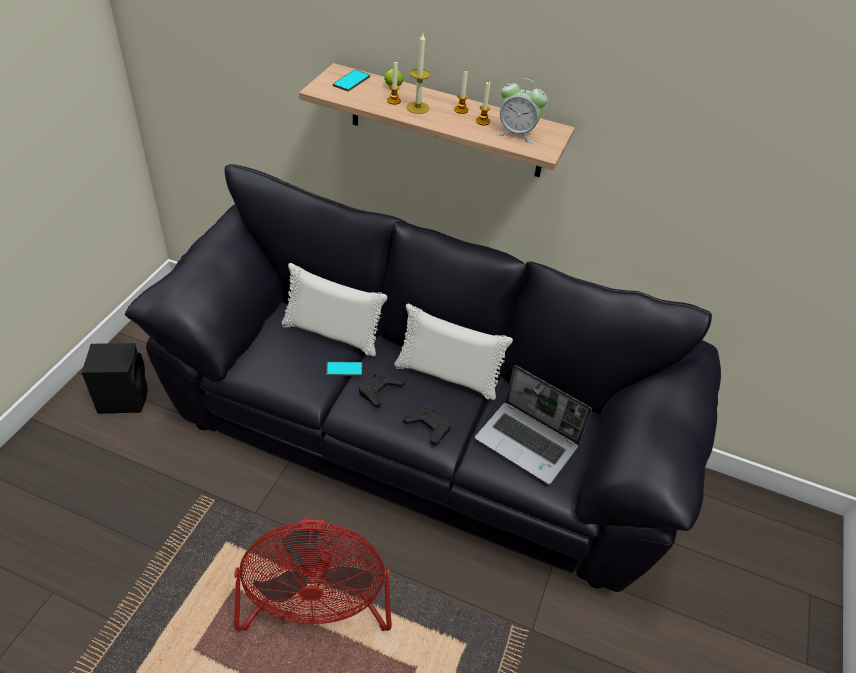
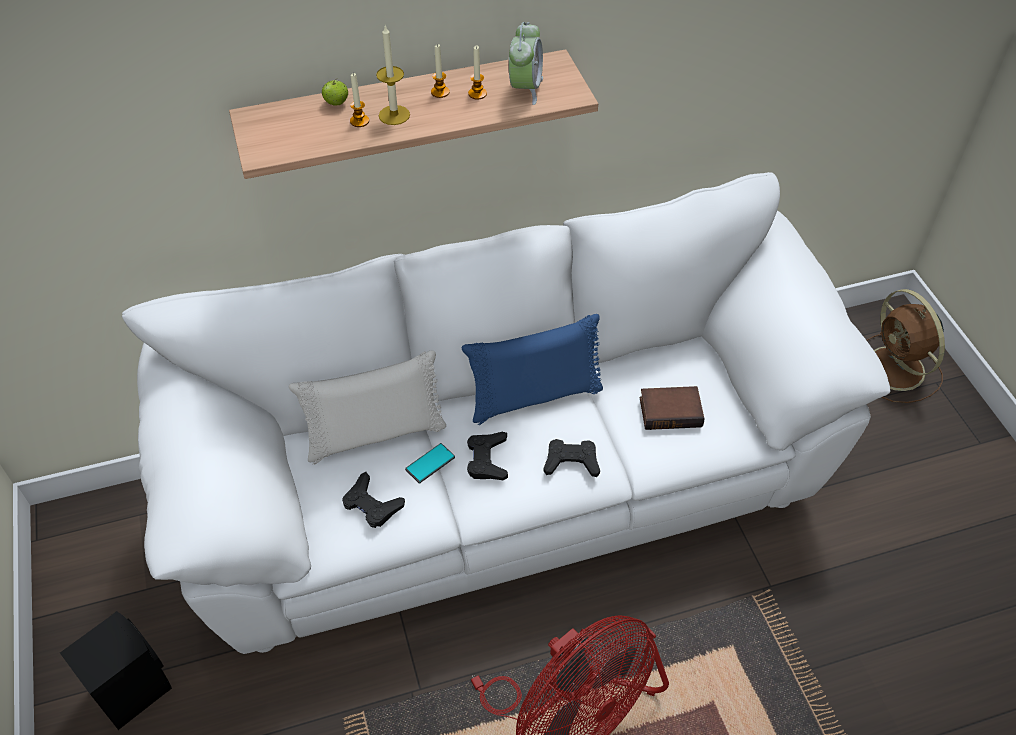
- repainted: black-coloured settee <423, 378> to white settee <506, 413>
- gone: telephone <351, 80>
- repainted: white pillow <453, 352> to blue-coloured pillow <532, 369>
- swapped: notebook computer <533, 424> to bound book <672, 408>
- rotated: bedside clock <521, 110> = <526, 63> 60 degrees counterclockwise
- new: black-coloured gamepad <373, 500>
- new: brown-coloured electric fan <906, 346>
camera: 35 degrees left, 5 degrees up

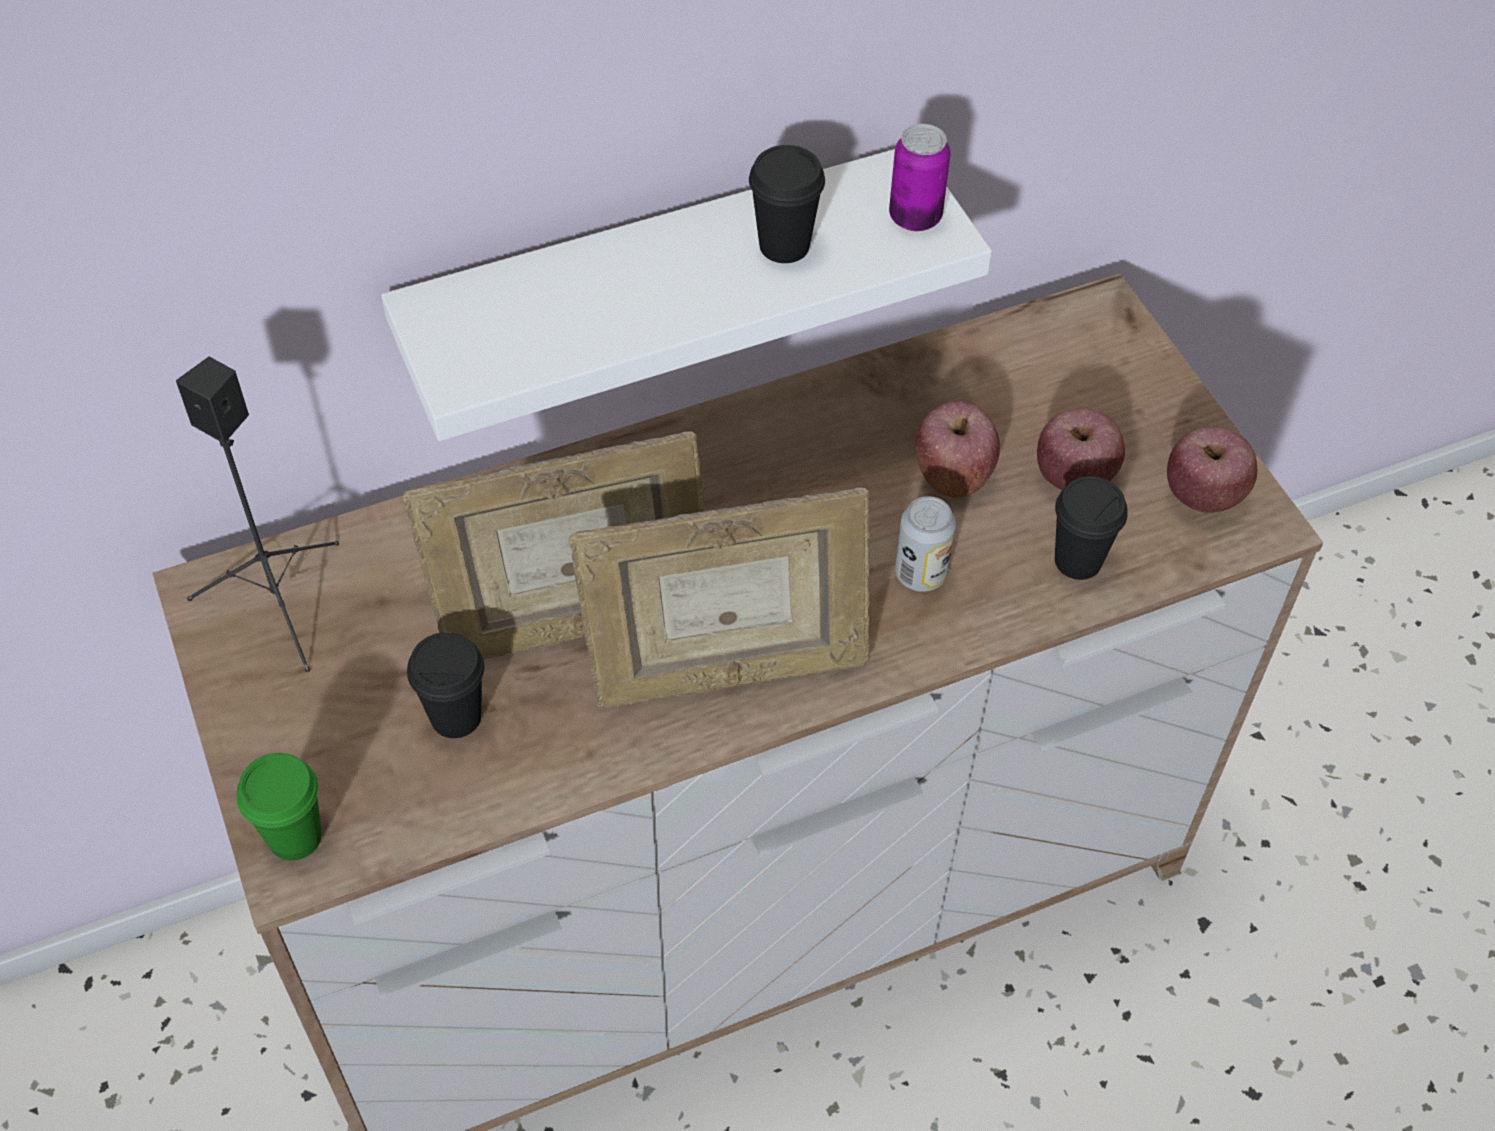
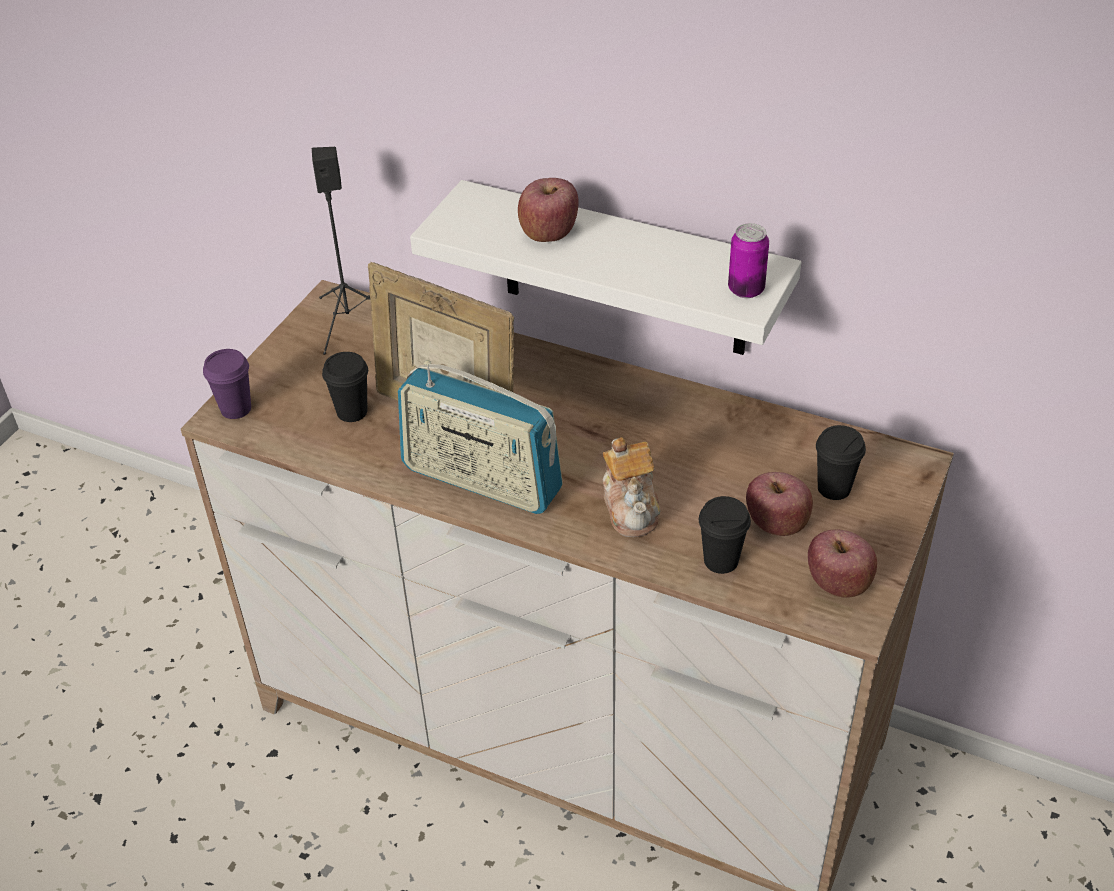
- repainted: green-coloured drinking cup <279, 807> to purplish drinking cup <227, 384>
- swapped: picture frame <719, 598> to radio <480, 437>
- shifted: black-coloured drinking cup <787, 204> to <841, 462>
- swapped: metal can <925, 544> to tea pot <631, 487>
- shifted: apple <957, 449> to <548, 210>
camera: 50 degrees right, 10 degrees down

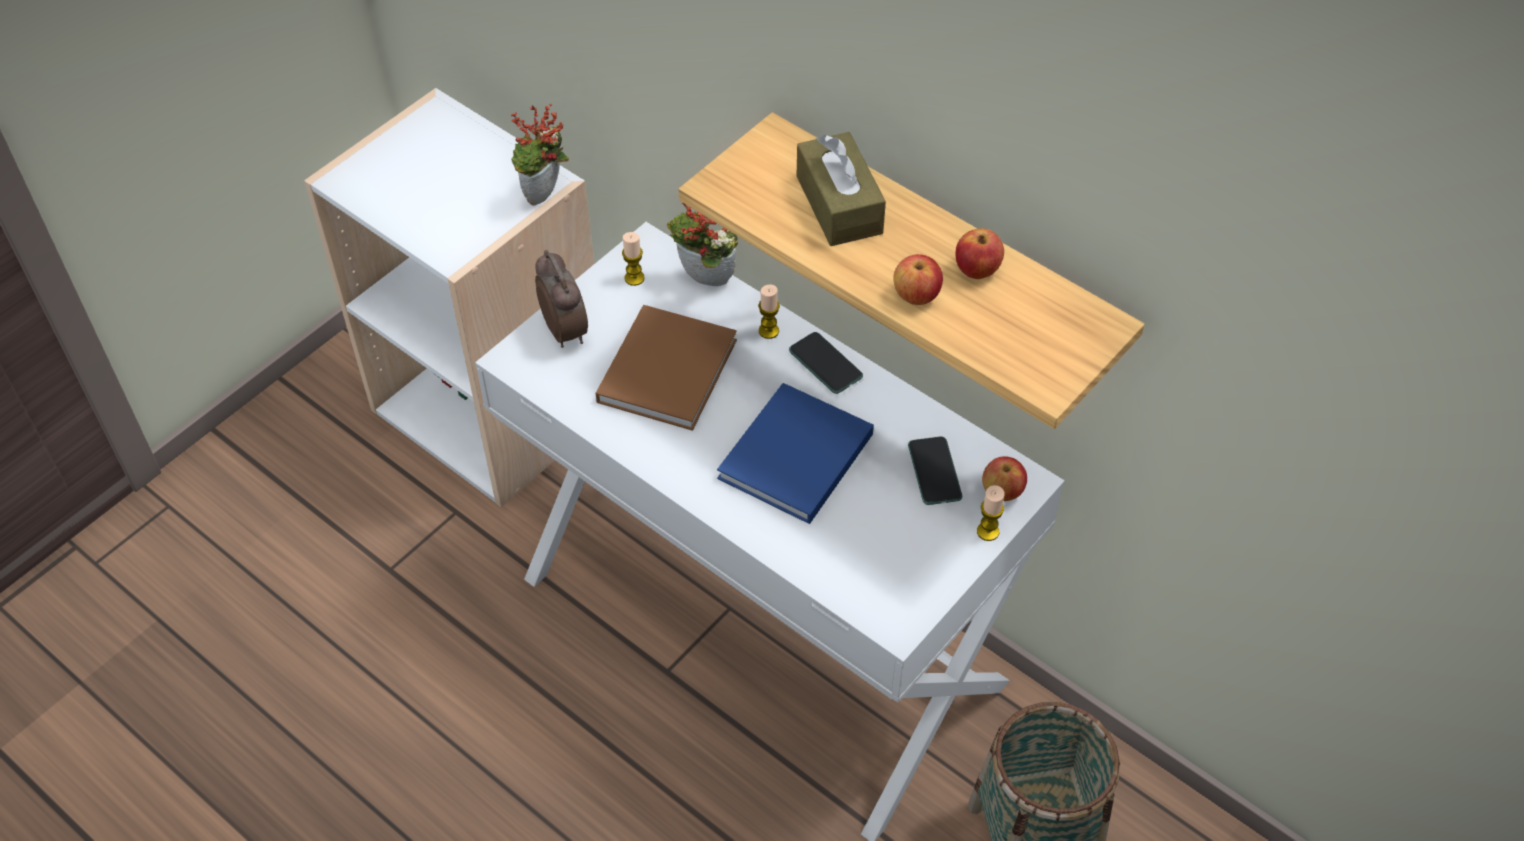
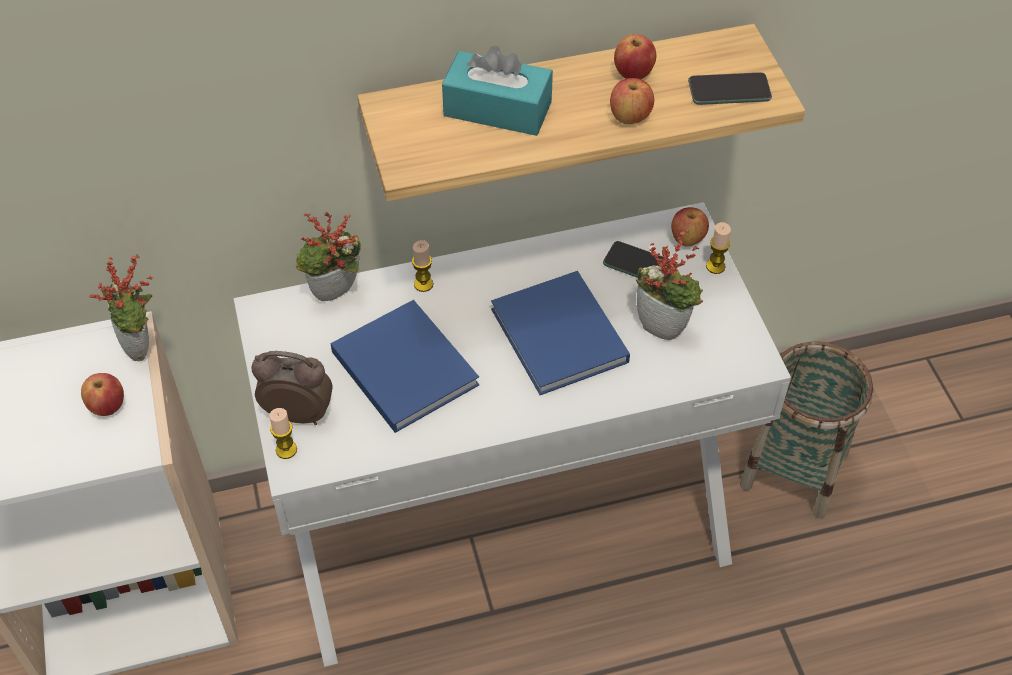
- repainted: brown-coloured bound book <666, 368> to blue-coloured bound book <404, 366>
- shifted: candle <633, 259> to <283, 433>
- shifted: telephone <826, 363> to <730, 88>
- repainted: brown-coloured tissue holder <841, 189> to blue-green tissue holder <497, 91>
- new: apple <102, 394>
- new: potted plant <669, 284>
camera: 55 degrees left, 0 degrees up

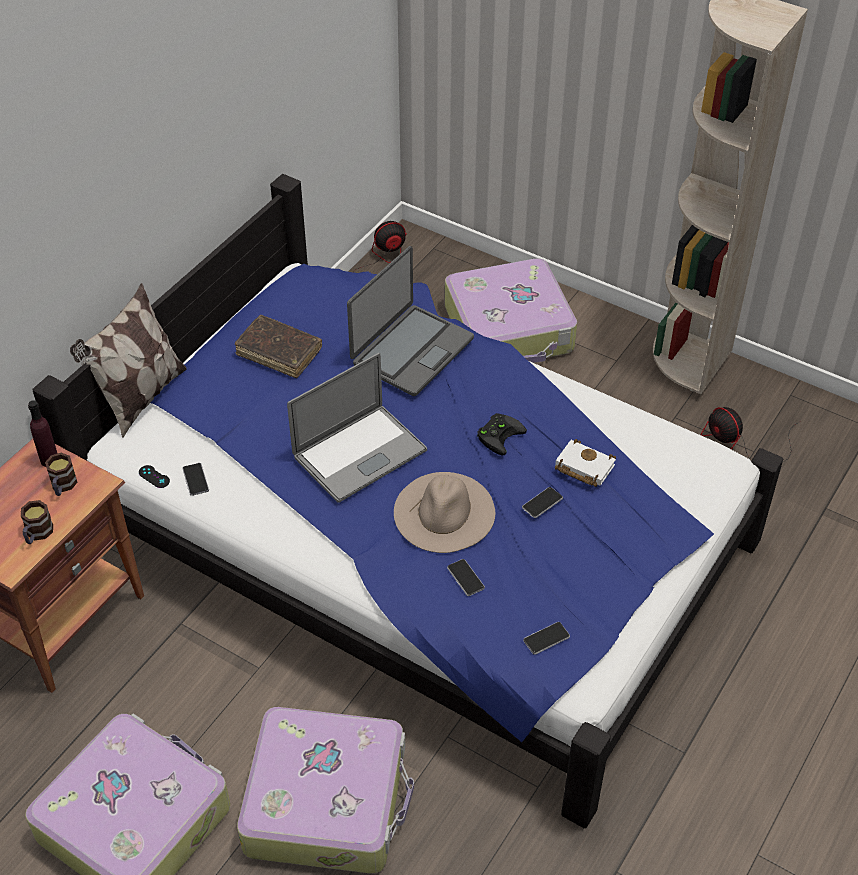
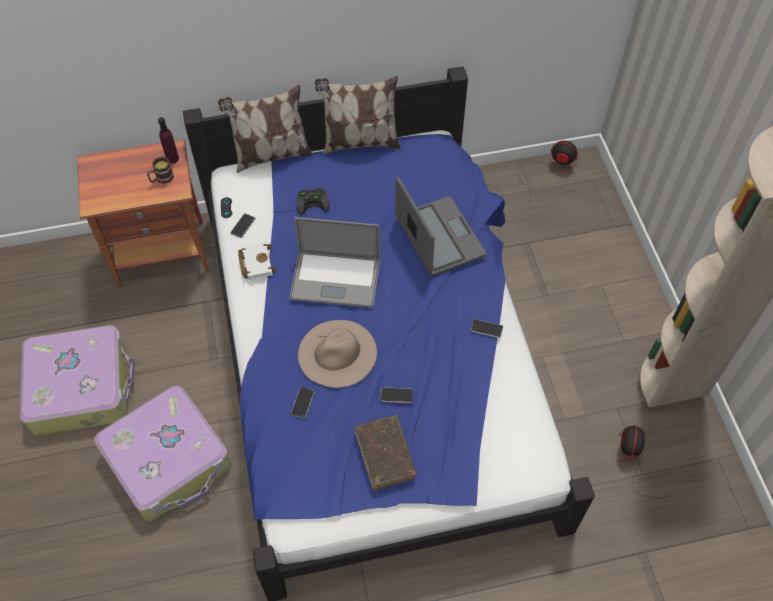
- gone: tea mug <37, 522>
- shifted: brown-coloured bound book <278, 346> to <386, 452>
- rotated: notebook computer <410, 321> = <440, 226> 105 degrees counterclockwise
- gone: travel case <511, 310>
- shifted: black-coloured gamepad <502, 434> to <313, 201>
- shifted: telephone <546, 638> to <487, 328>
- shifted: white bound book <585, 463> to <257, 261>
- new: pillow <358, 115>
camera: 45 degrees right, 10 degrees up

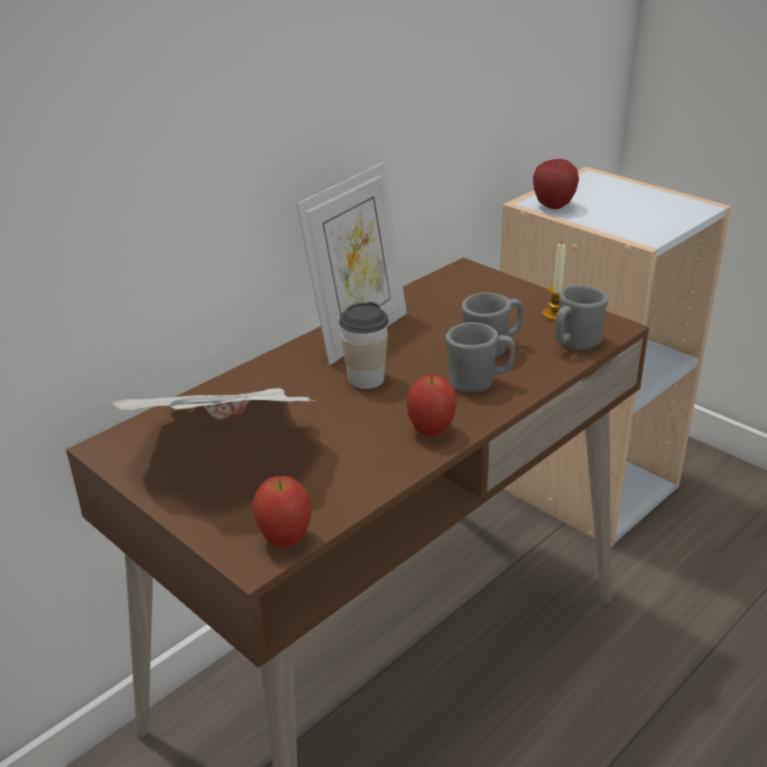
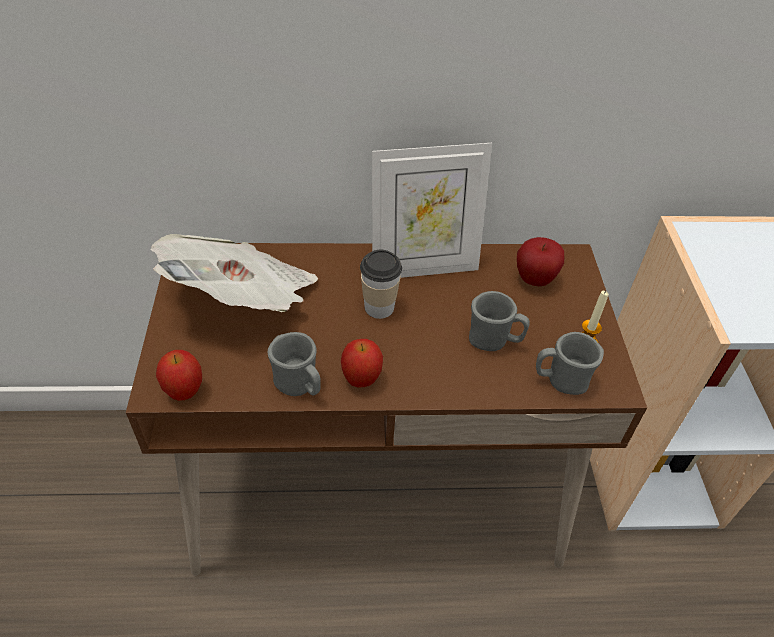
- shifted: greyish tea mug <480, 357> to <294, 364>
- shifted: apple <556, 184> to <540, 261>
camera: 40 degrees right, 15 degrees up

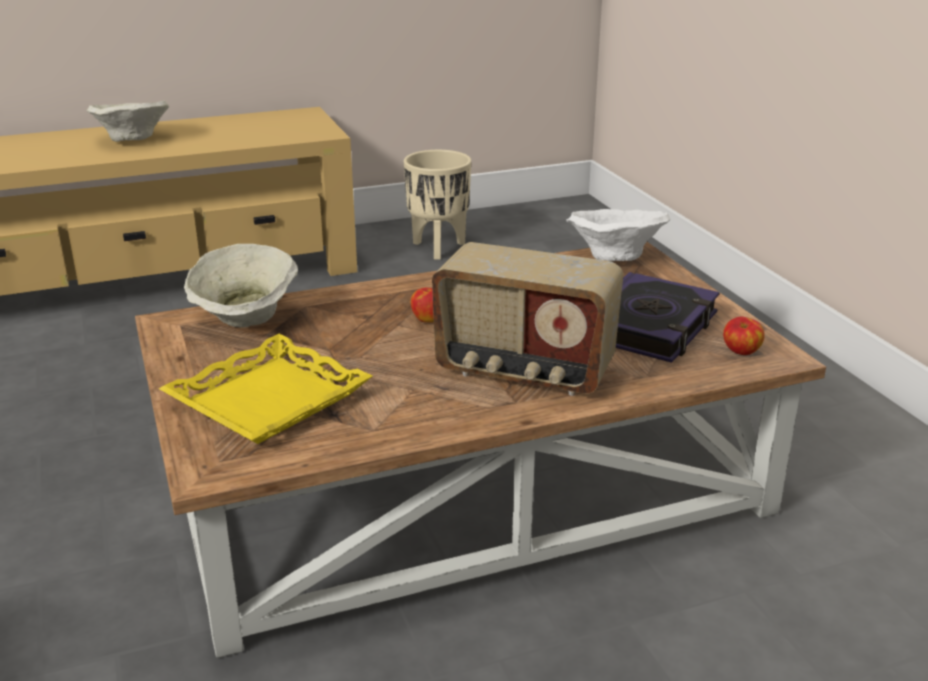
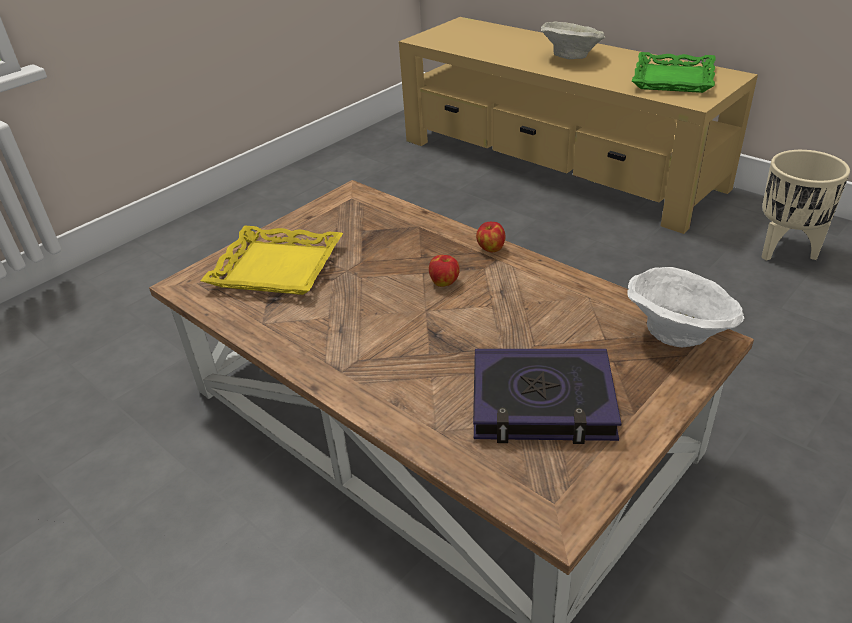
- gone: sand-coloured serving bowl <241, 286>
- gone: radio <527, 319>
- shifted: apple <744, 335> to <491, 237>
- new: green-coloured tray <674, 72>
camera: 65 degrees right, 10 degrees up

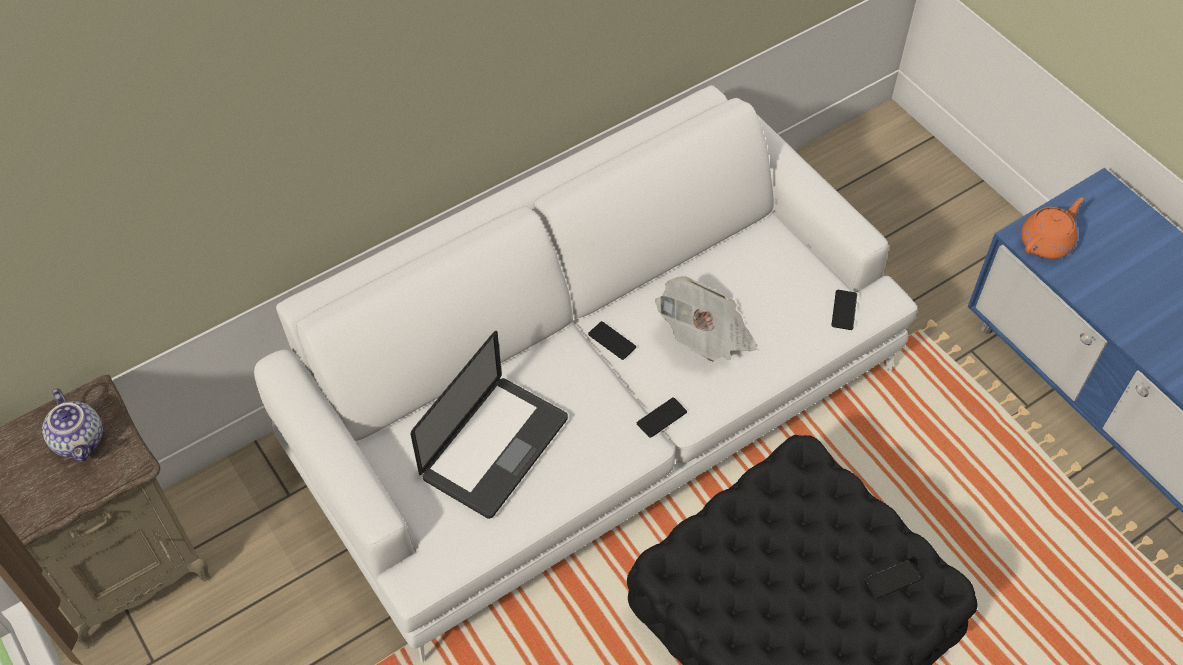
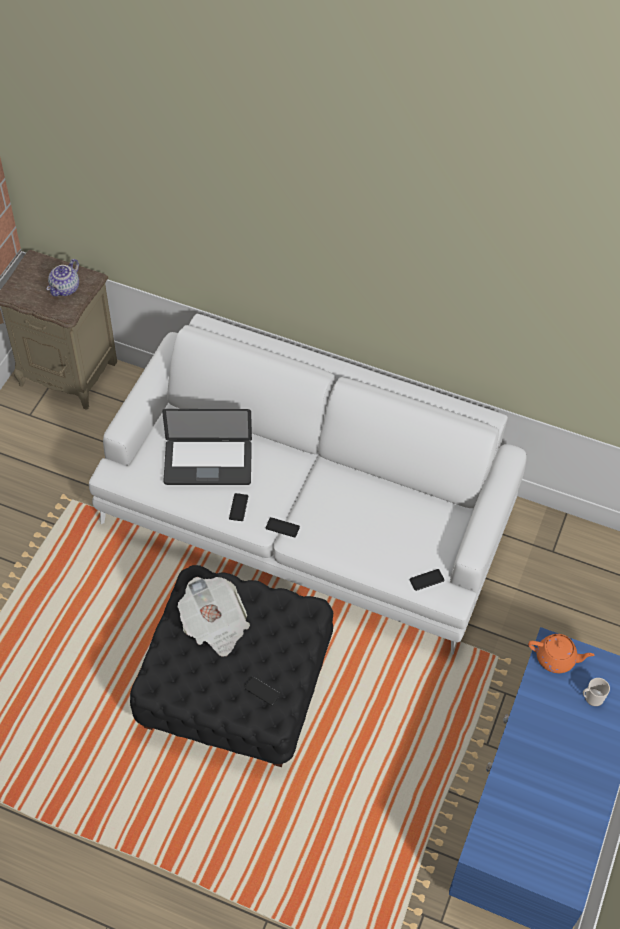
- shifted: telephone <612, 340> to <238, 507>
- shifted: newspaper <706, 318> to <214, 617>
- new: tea mug <596, 692>
camera: 55 degrees right, 0 degrees up

